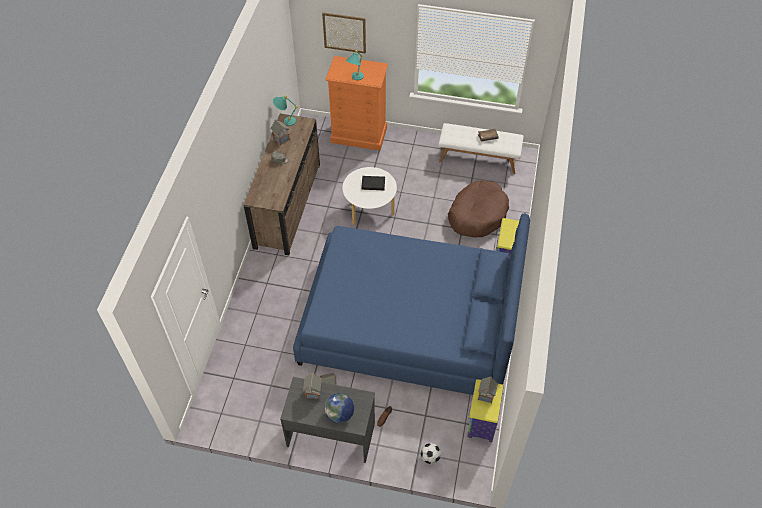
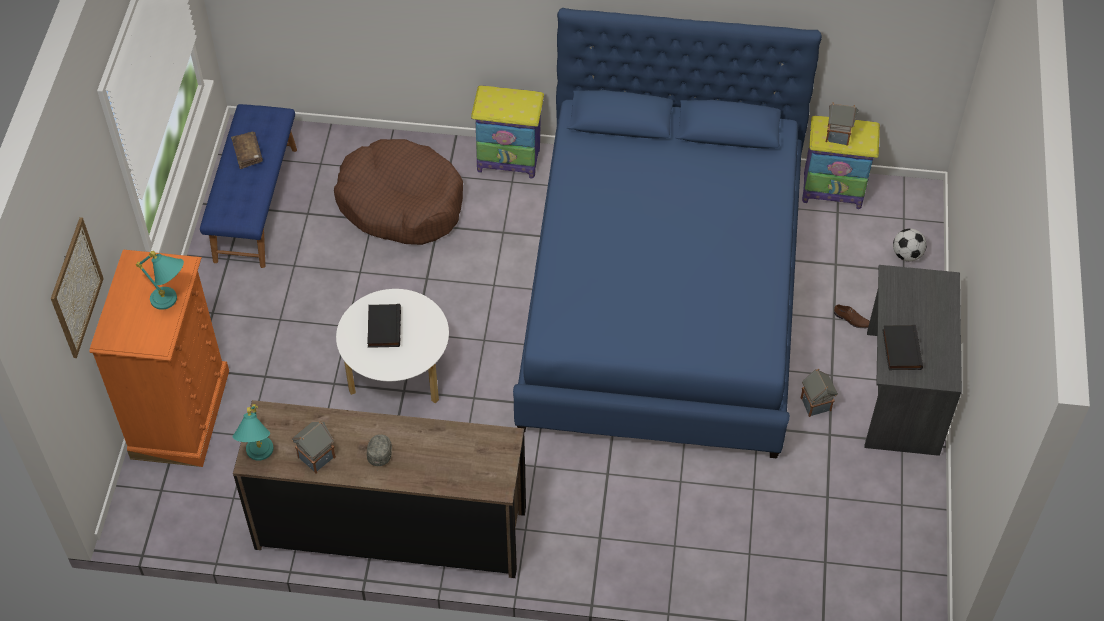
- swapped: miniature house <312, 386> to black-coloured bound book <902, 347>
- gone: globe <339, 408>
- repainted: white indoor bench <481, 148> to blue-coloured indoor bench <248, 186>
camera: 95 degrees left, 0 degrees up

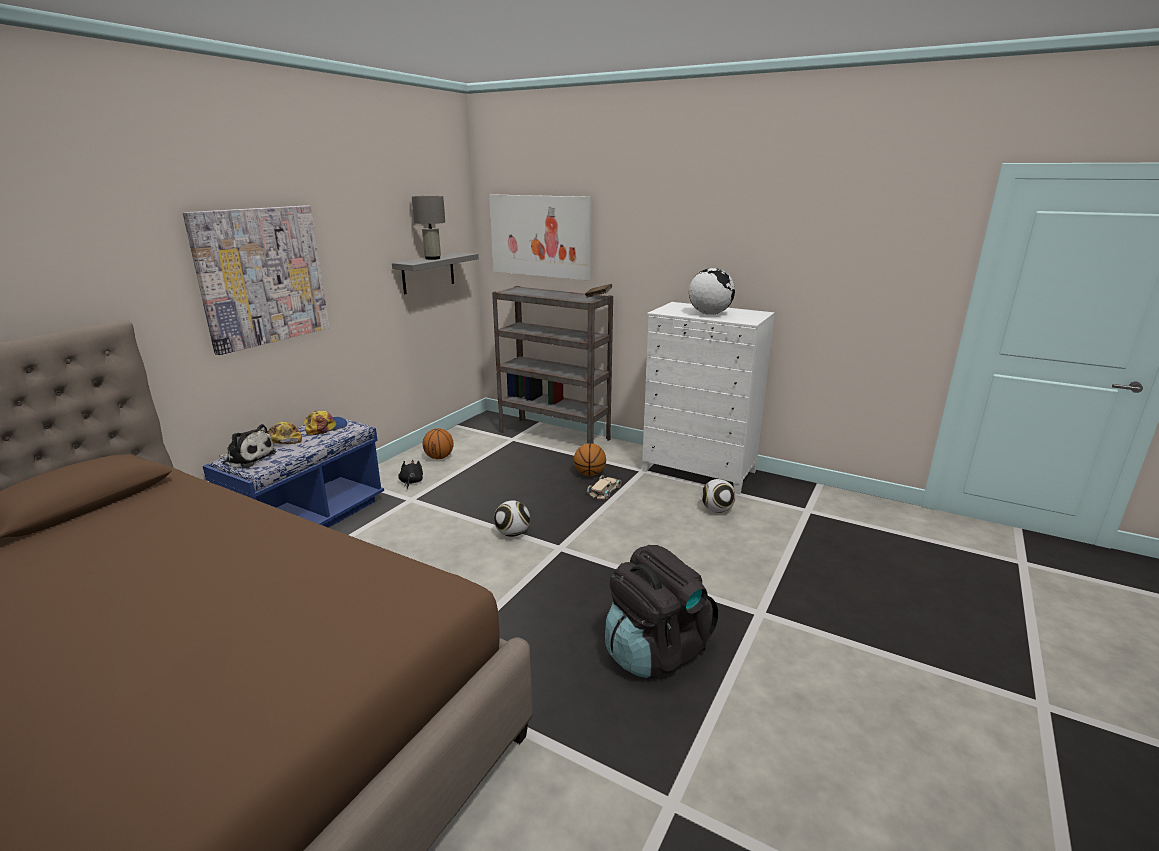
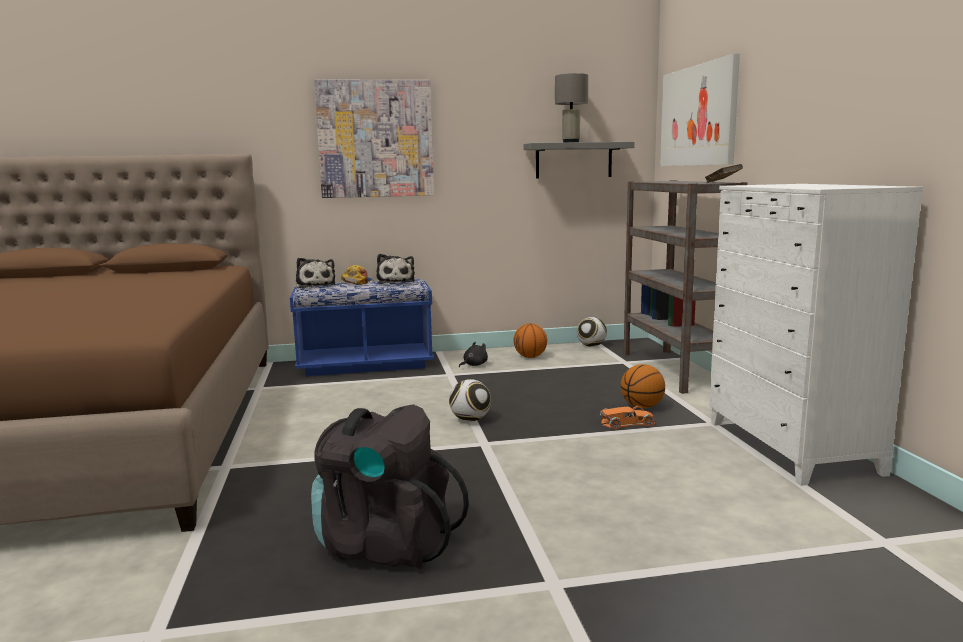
- swapped: baseball cap <325, 423> to soft toy <396, 269>
- repainted: sand-coloured miniature car <604, 487> to orange miniature car <627, 417>
- gone: globe <712, 291>
- shifted: football ball <718, 496> to <592, 332>
camera: 50 degrees right, 10 degrees down

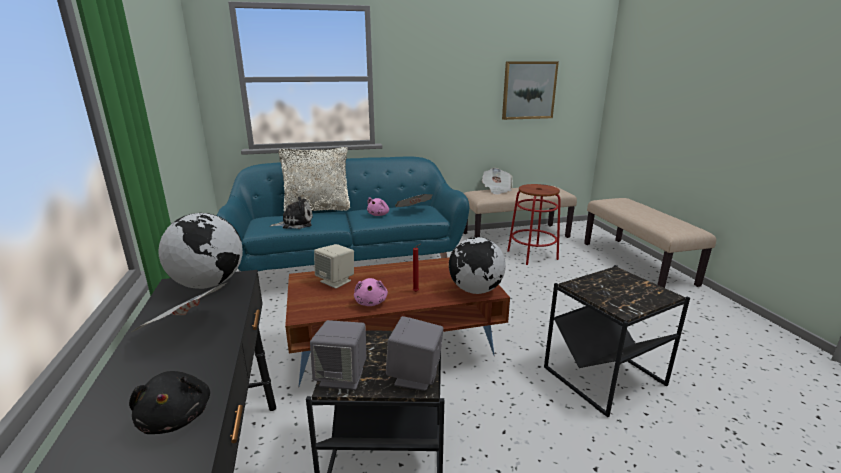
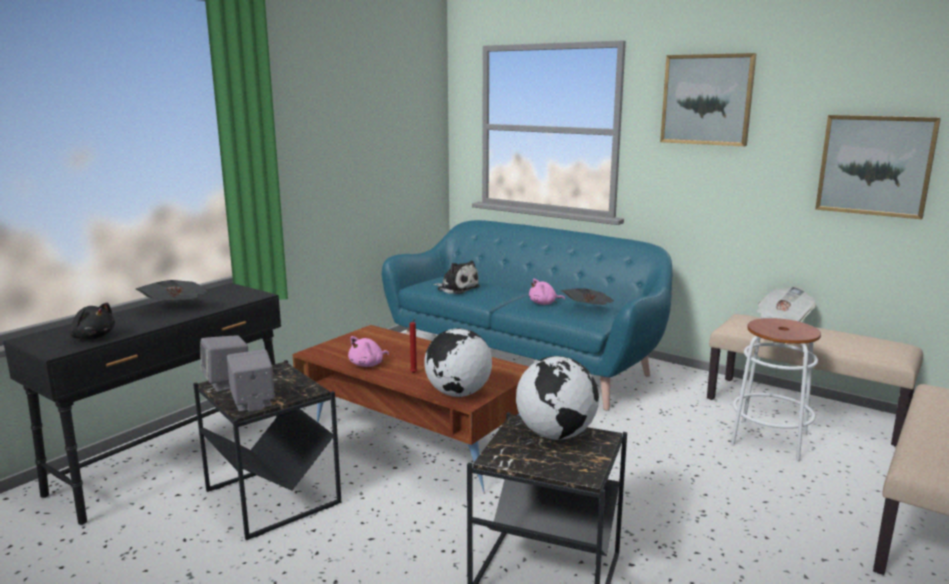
- rotated: black-coloured soft toy <169, 402> = <92, 321> 90 degrees counterclockwise
- shifted: globe <200, 251> to <557, 398>
- gone: sand-coloured pillow <314, 179>
- gone: sand-coloured loudspeaker <334, 266>
- repainted: red-coloured stool <534, 224> to white stool <776, 389>
- new: wall art <708, 99>
camera: 50 degrees right, 5 degrees down

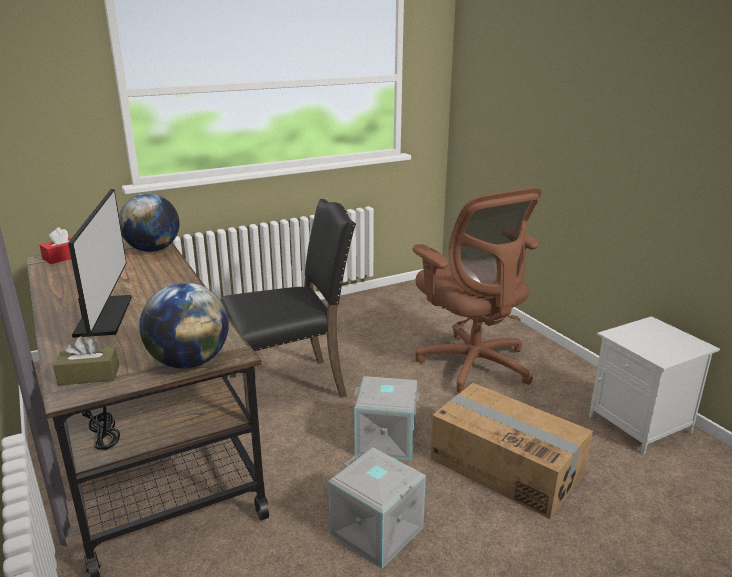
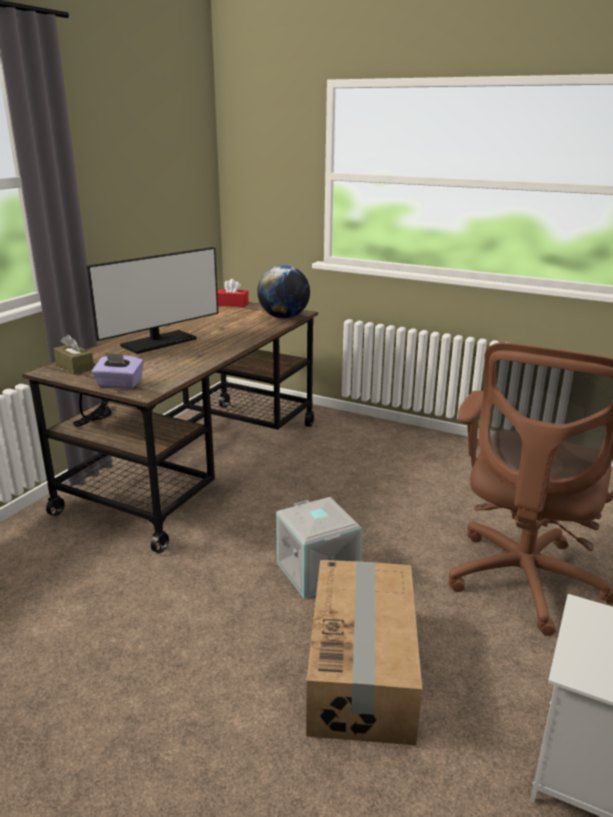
- swapped: globe <184, 326> to purplish tissue holder <118, 371>
- gone: black-coloured upright chair <288, 306>
- gone: greyish storage bin <377, 508>
camera: 55 degrees right, 0 degrees up

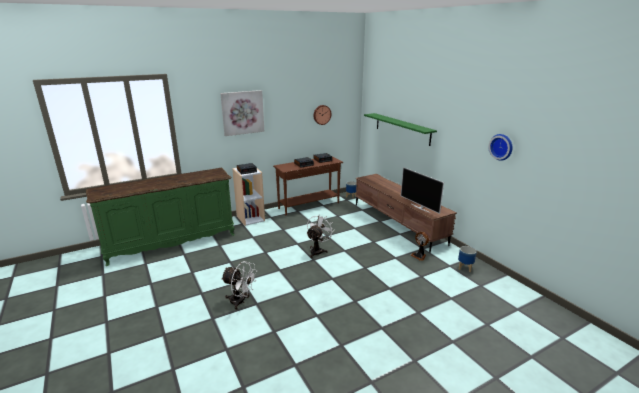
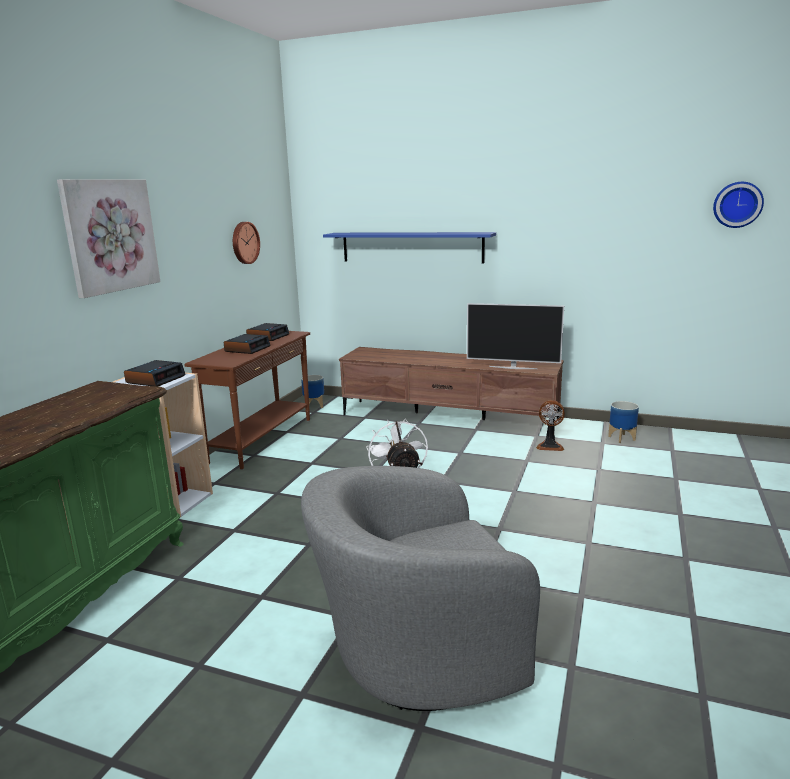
- swapped: white electric fan <239, 285> to greyish lounge chair <420, 588>
- repainted: green-coloured bracket shelf <400, 129> to blue-coloured bracket shelf <409, 247>
- shifted: hanging clock <500, 147> to <738, 205>
camera: 40 degrees left, 5 degrees down

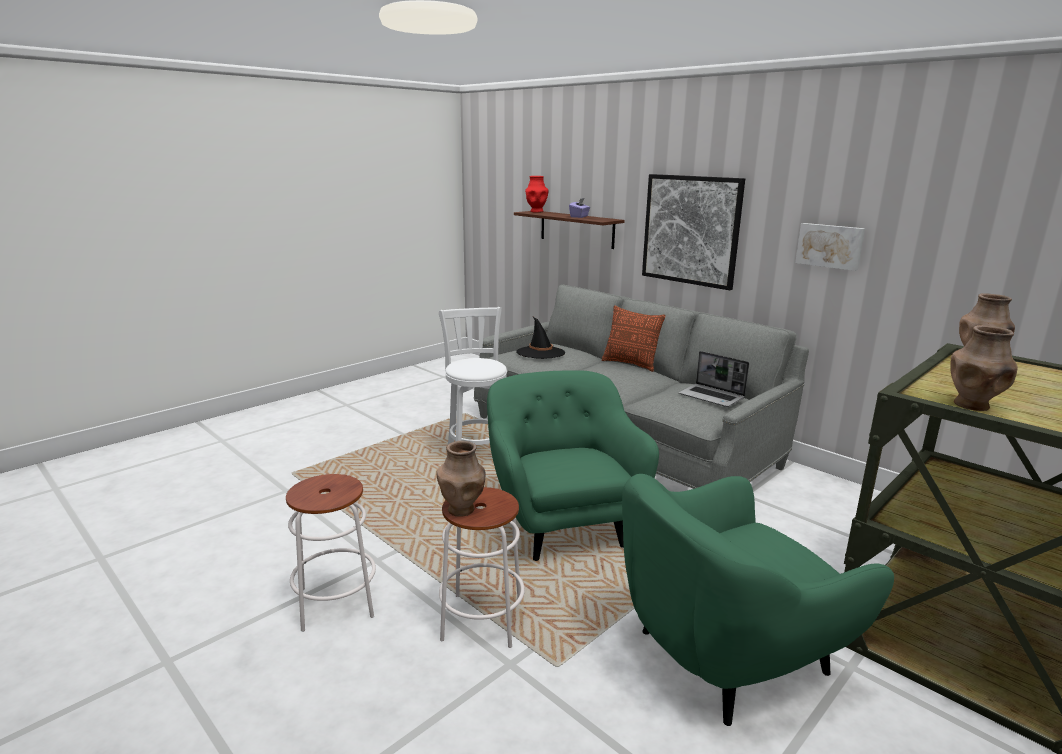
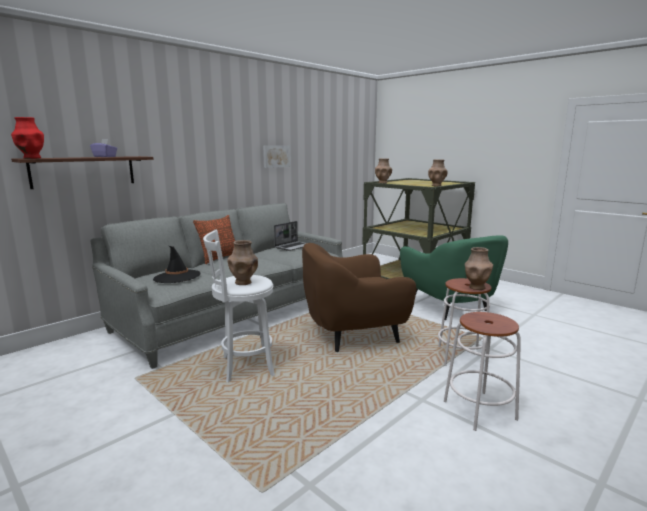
- repainted: green-coloured lounge chair <573, 465> to brown-coloured lounge chair <359, 297>
- gone: wall art <693, 232>
- new: brown-coloured decorative vase <242, 262>
camera: 90 degrees left, 5 degrees down

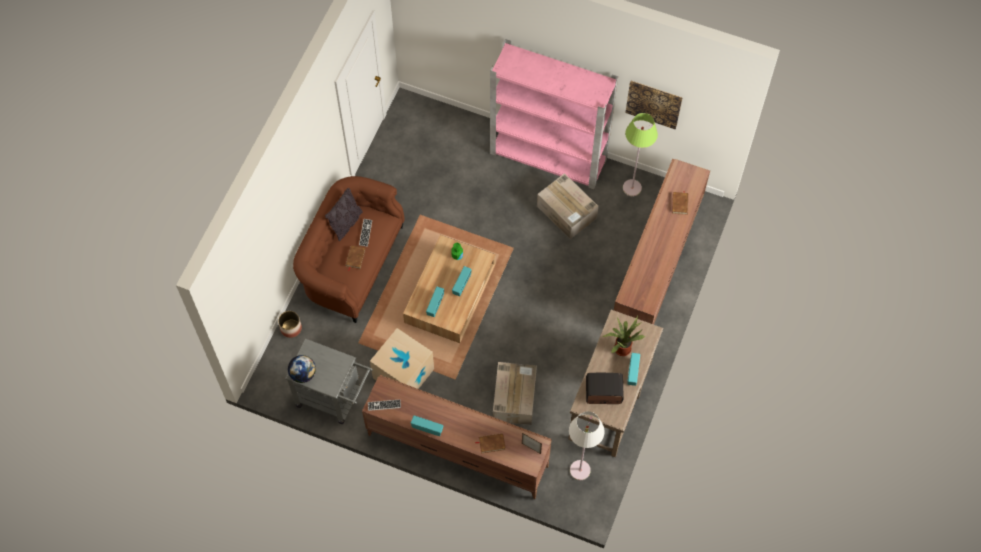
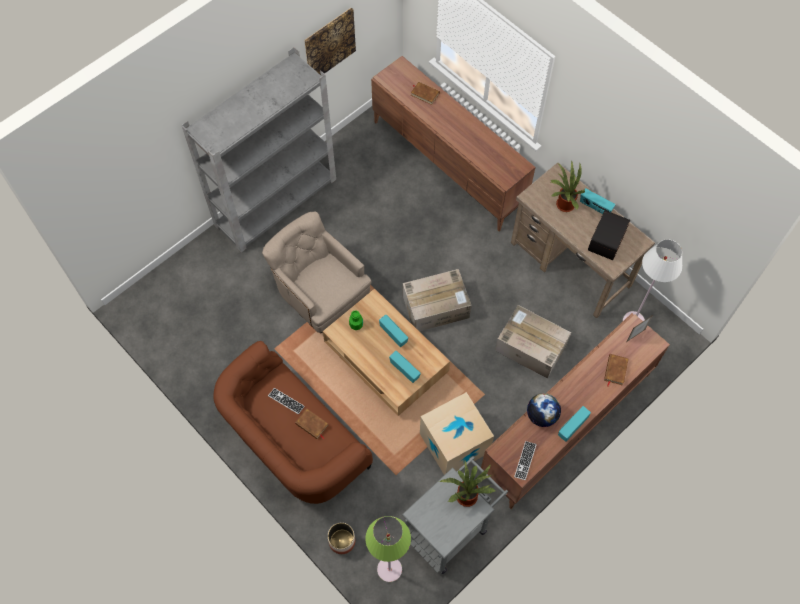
- shifted: globe <302, 369> to <544, 410>
- gone: black-coloured pillow <344, 215>
- repainted: pinkish shelving unit <554, 114> to greyish shelving unit <258, 150>
- shifted: packing box <568, 206> to <437, 300>
- shifted: green-coloured standing lamp <640, 154> to <388, 549>
- new: sand-coloured lounge chair <317, 272>
- new: potted plant <467, 484>
camera: 65 degrees left, 0 degrees up

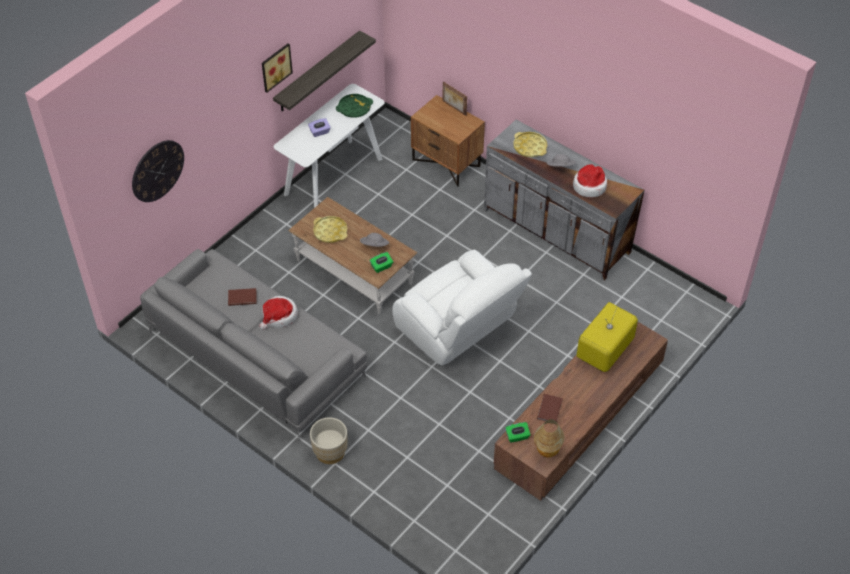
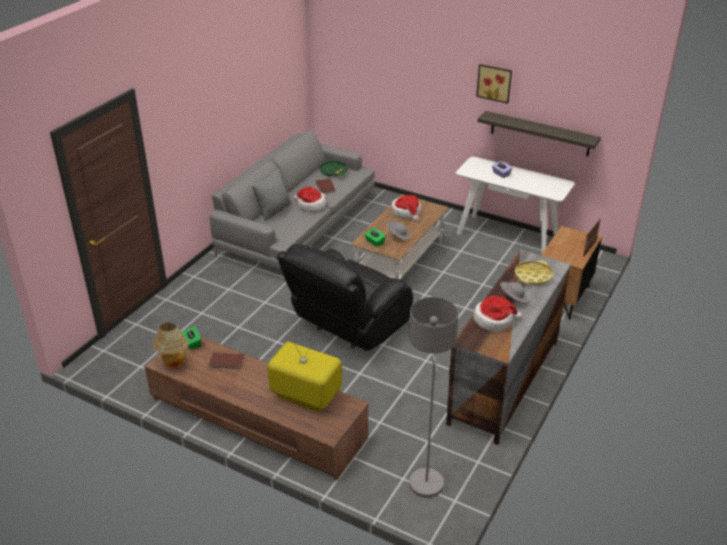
- gone: hanging clock <158, 171>
- gone: sand-coloured planter <328, 440>
- swapped: yellow tray <330, 229> to clothing hat <406, 208>
- shifted: green-coloured tray <354, 106> to <334, 168>
- repainted: white lounge chair <462, 307> to black-coloured lounge chair <345, 297>
- new: greyish pillow <271, 195>
- new: greyish standing lamp <433, 397>
camera: 80 degrees right, 15 degrees down

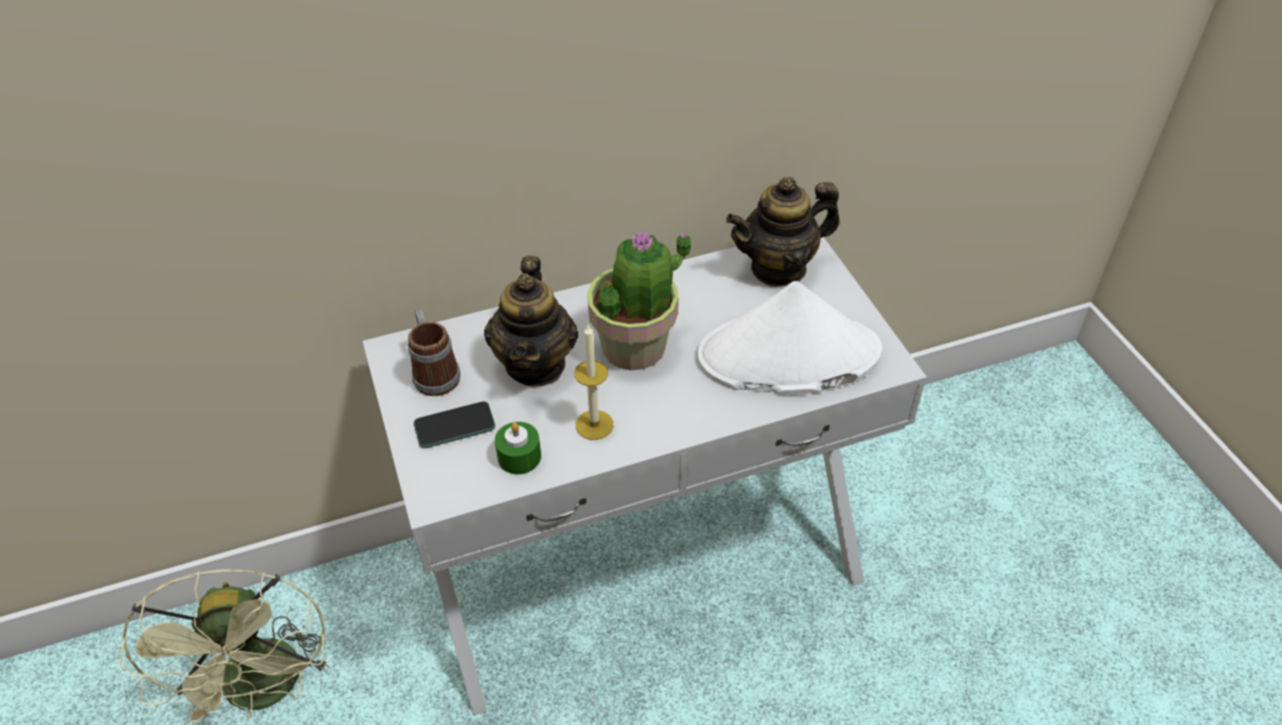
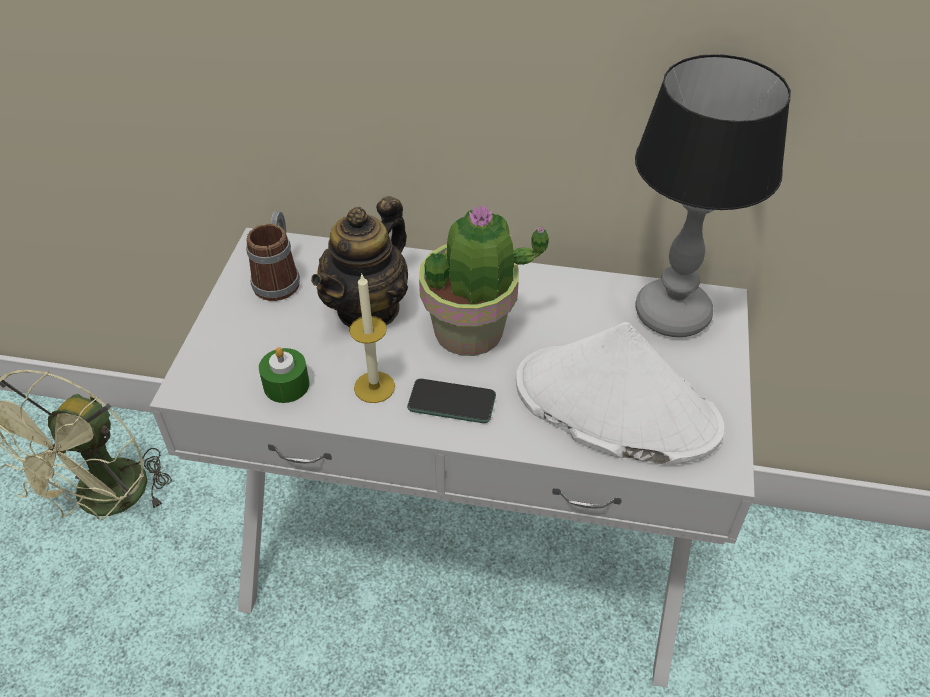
- shifted: telephone <454, 424> to <451, 401>
- swapped: tea pot <783, 231> to tabletop lamp <713, 195>
camera: 30 degrees right, 0 degrees up

